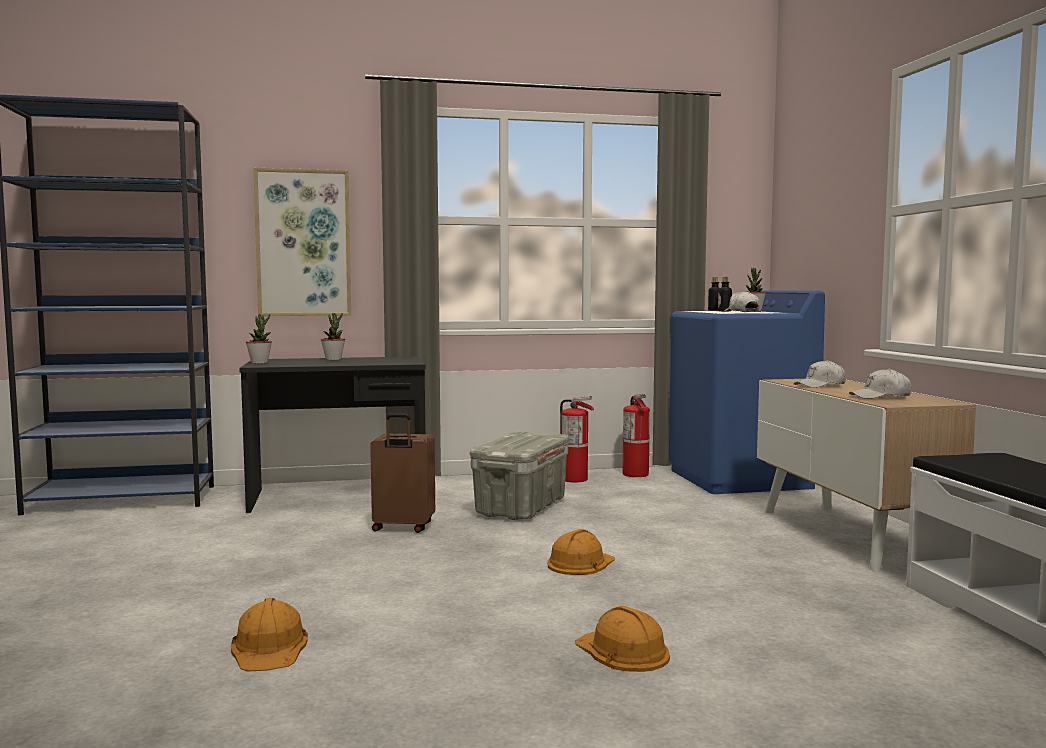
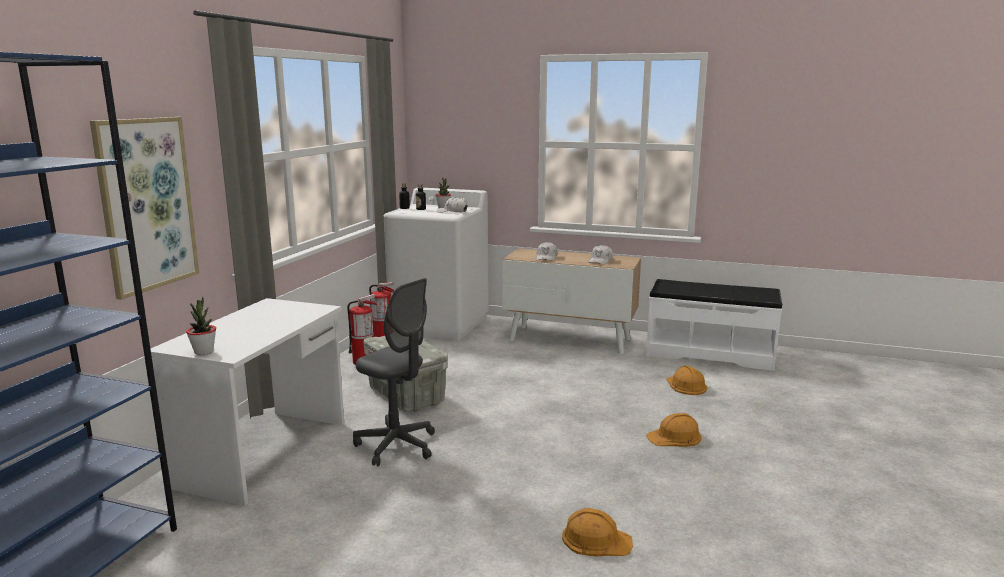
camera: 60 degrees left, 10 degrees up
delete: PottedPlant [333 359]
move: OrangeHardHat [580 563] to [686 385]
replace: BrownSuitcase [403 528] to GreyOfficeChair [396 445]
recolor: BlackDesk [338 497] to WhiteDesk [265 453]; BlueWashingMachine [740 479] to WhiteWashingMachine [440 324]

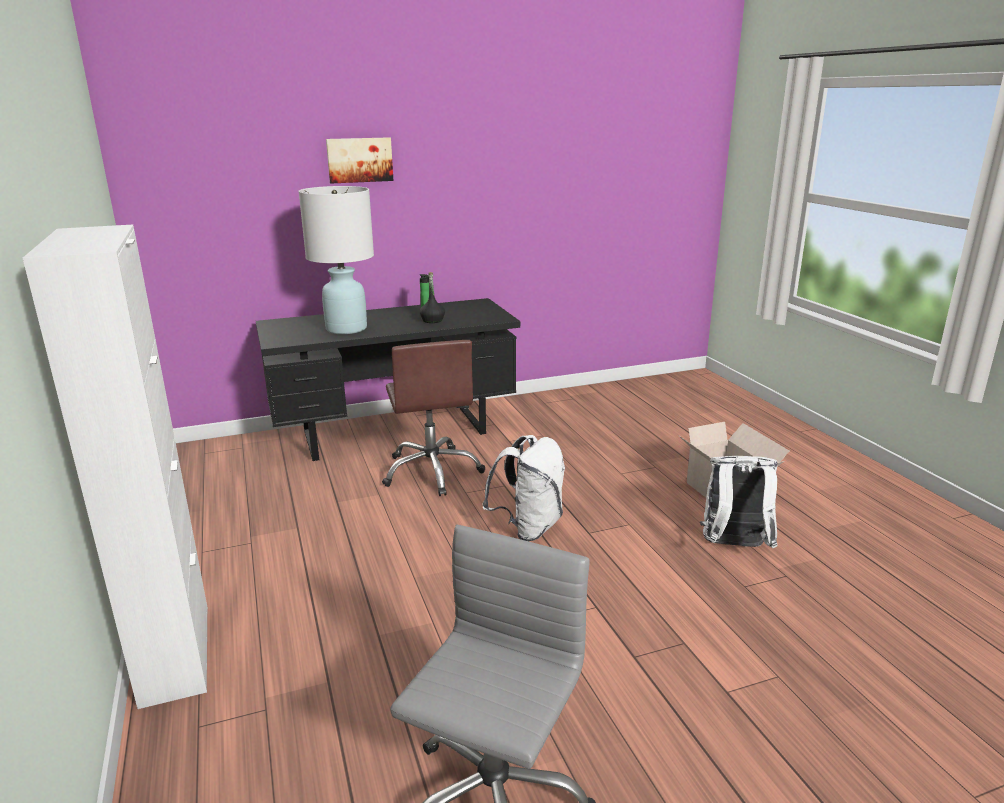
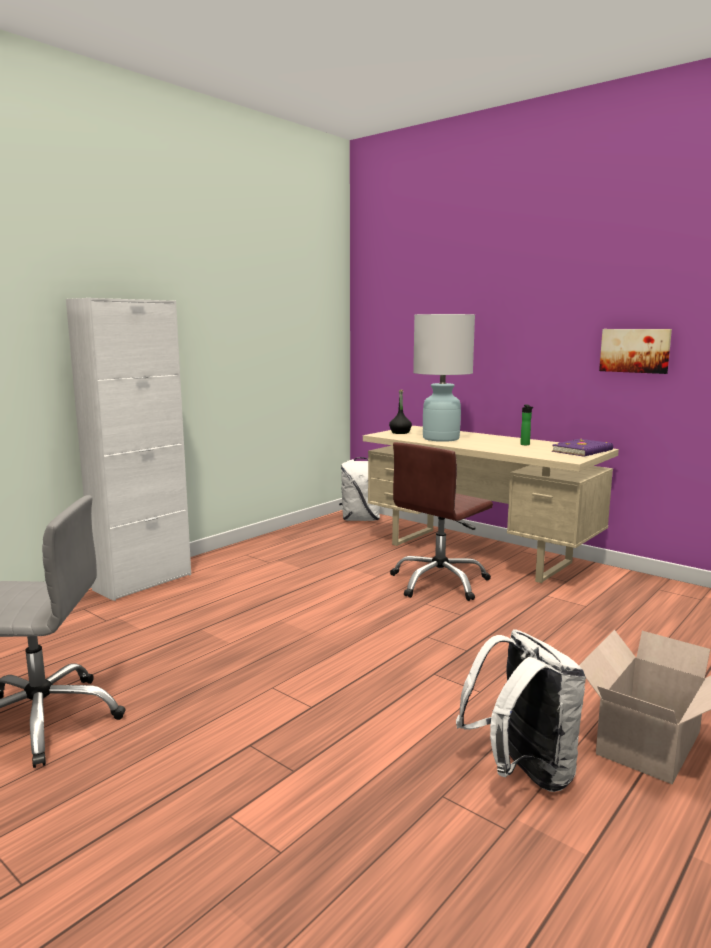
camera: 60 degrees right, 10 degrees down
insert: PurpleBook [583 451]
move: Picture [359 160] to [635 350]; BlackBottle [432 320] to [400 432]; WhiteBackpack [528 528] to [361 519]
recolor: BlackDesk [395 432] to BeigeDesk [480 553]

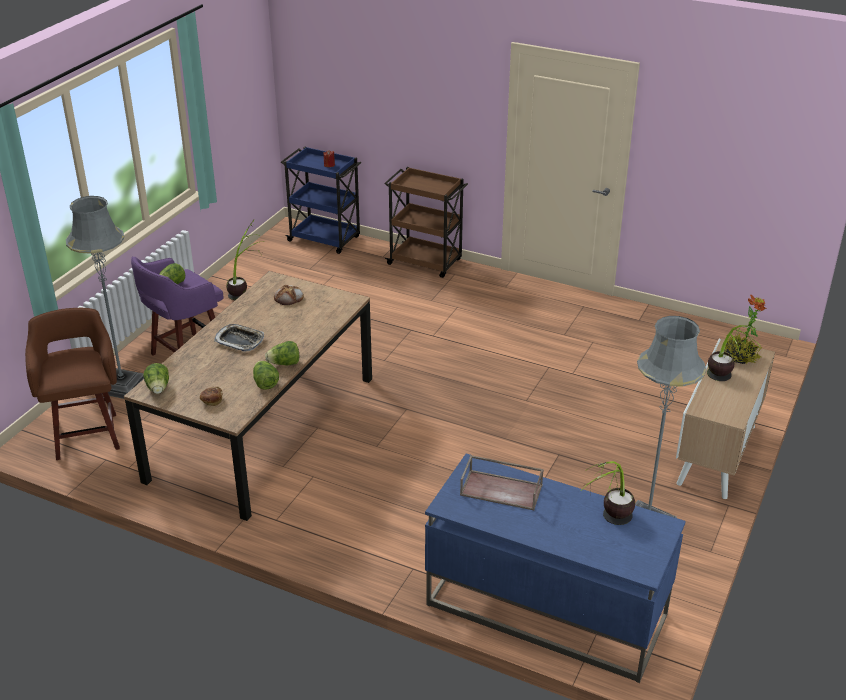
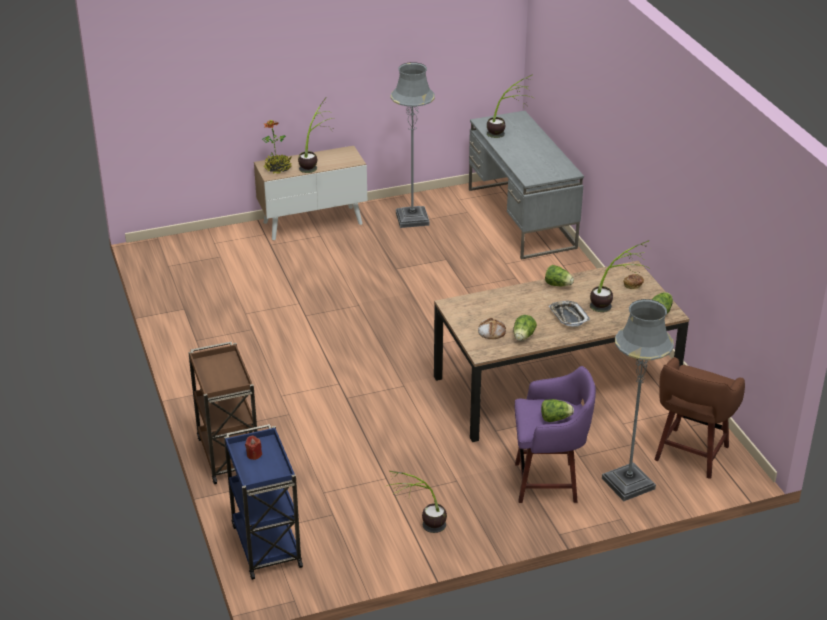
camera: 135 degrees left, 0 degrees up
delete: BrownTray [502 490]
insert: PottedPlant [614 306]
move: Lettuce [265 383] to [523 337]
recolor: BlueDesk [545 610] to GreyDesk [521 219]

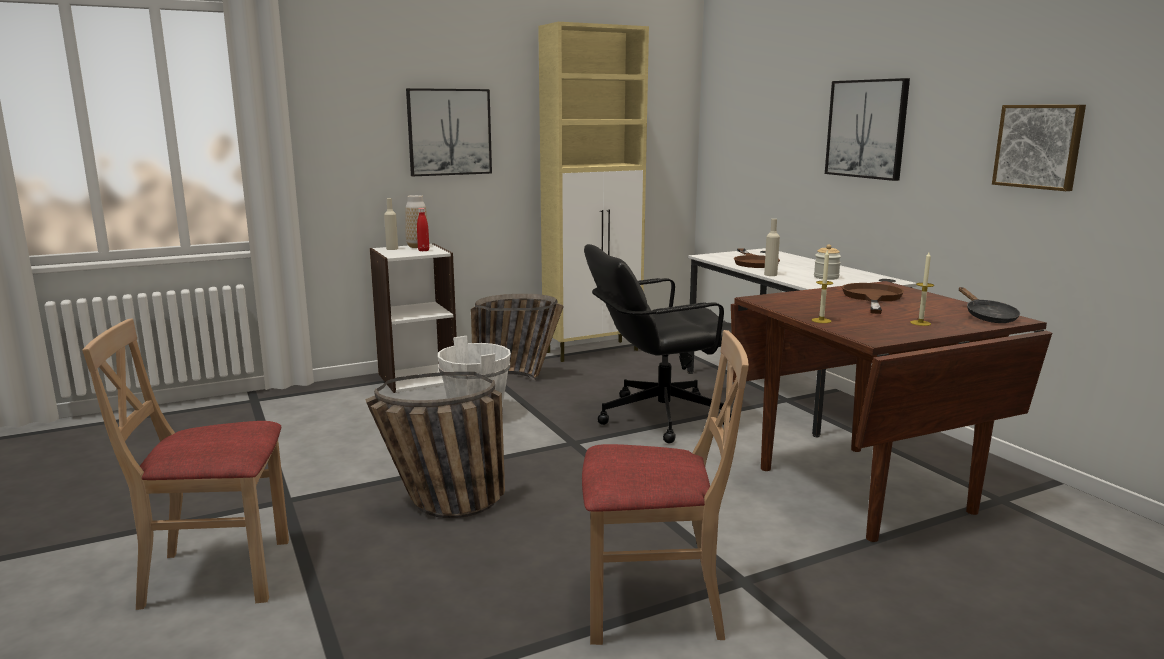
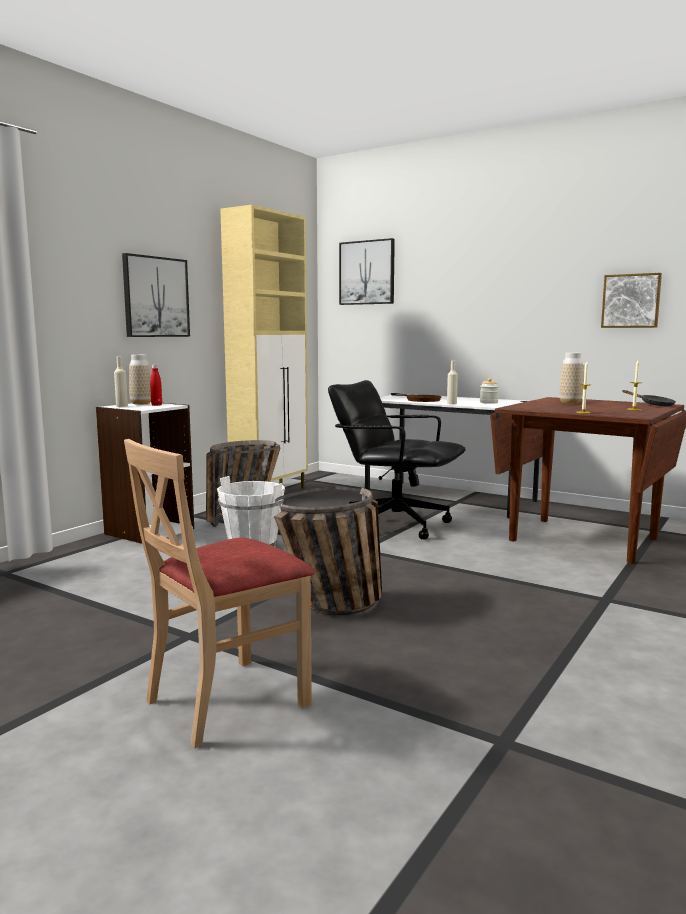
camera: 30 degrees left, 5 degrees down
delete: BeigeChair [653 606]
move: Picture [867 129] to [367 272]
replace: BrownFryingPan [872 298] to Vase [570 403]
rotate: BlackOfficeChair [661 417] = [395 524] 75 degrees clockwise

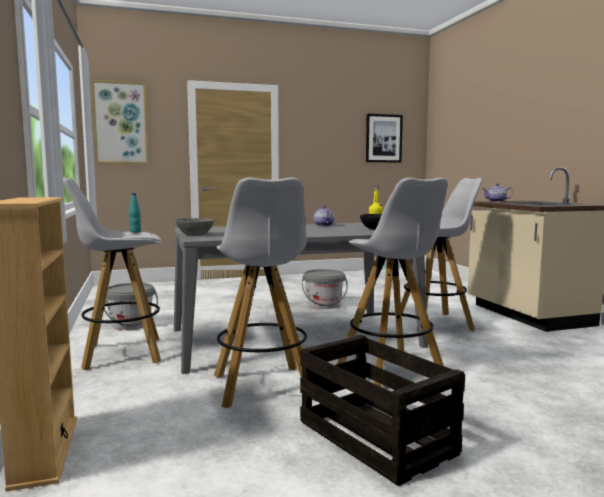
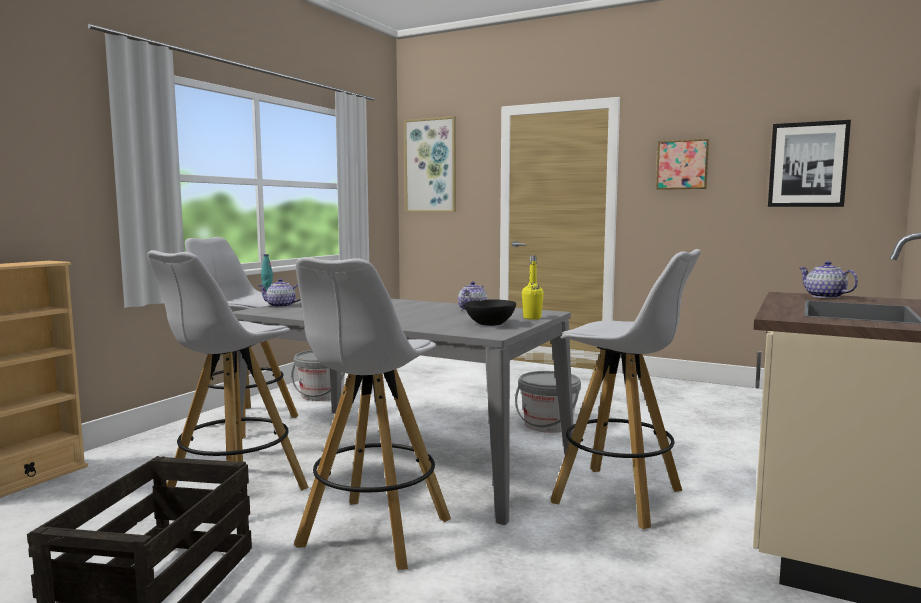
camera: 45 degrees right, 0 degrees up
insert: Picture [682 165]
replace: GreyBowl [195 235] to Teapot [281 306]

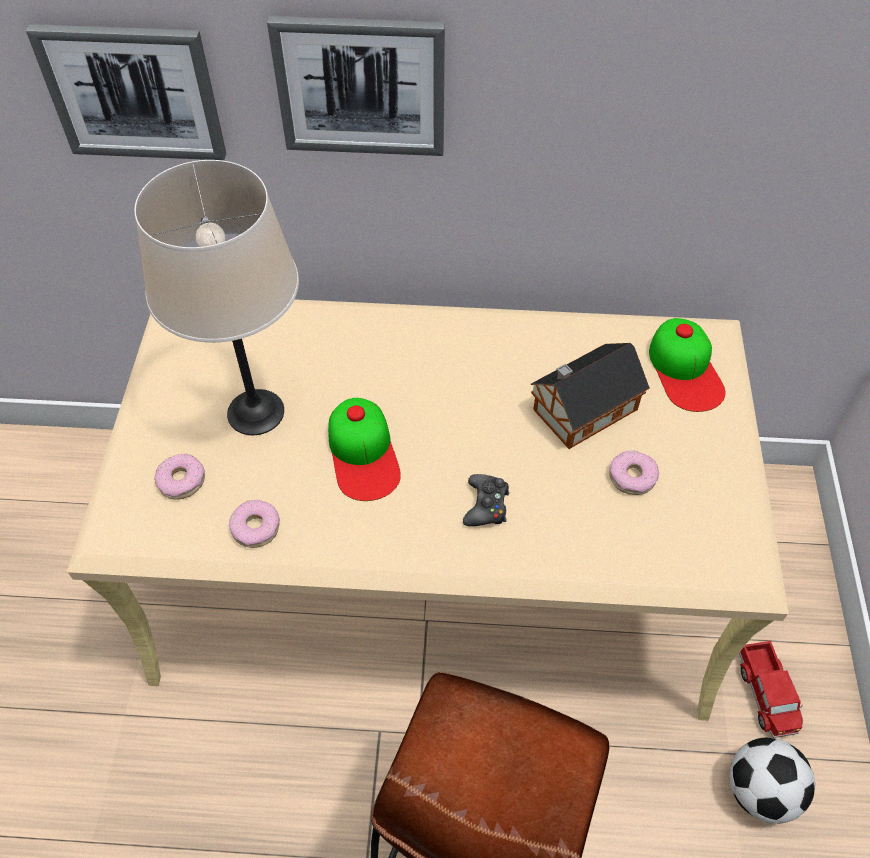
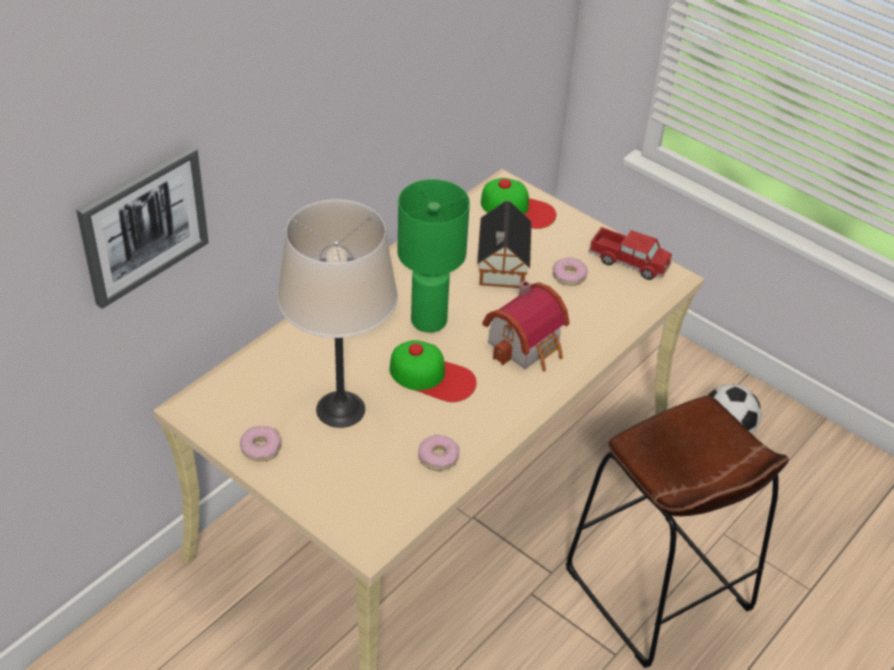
camera: 55 degrees left, 10 degrees down
delete: Picture [361 86]
insert: GreenTableLamp [429 320]
move: Donut [182 481] to [261 448]; ToyTruck [766 693] to [629 261]
replace: BlackGameController [486 505] to ToyHouse [528 345]

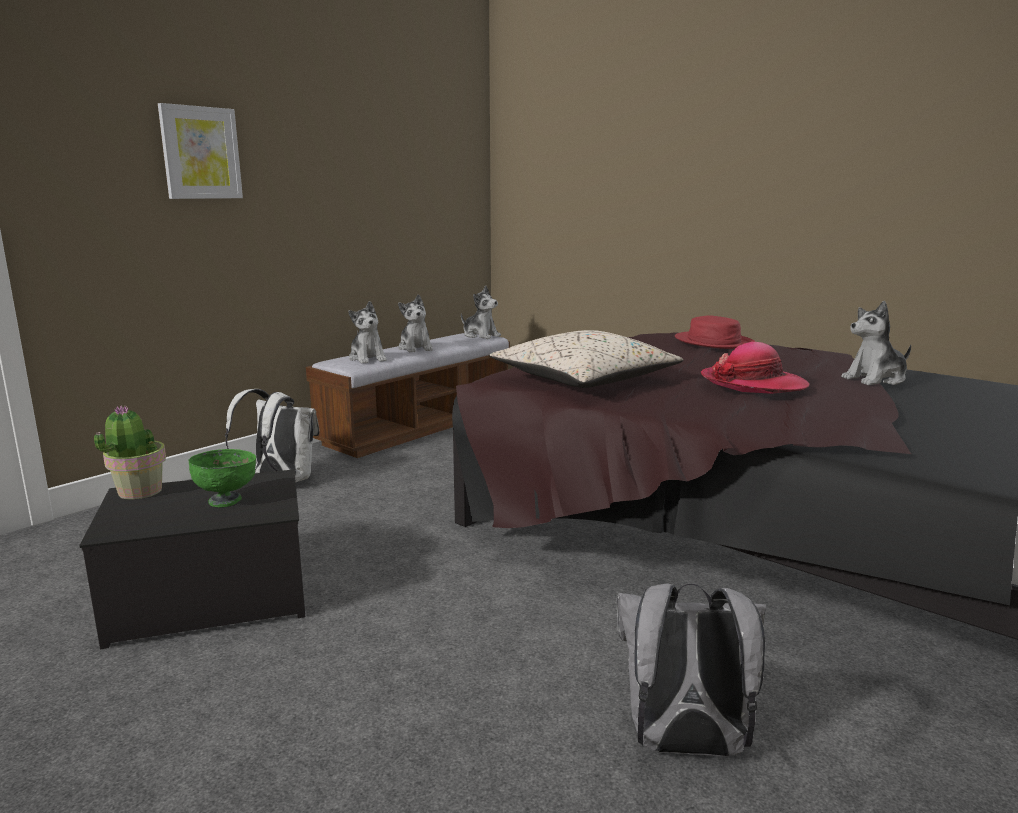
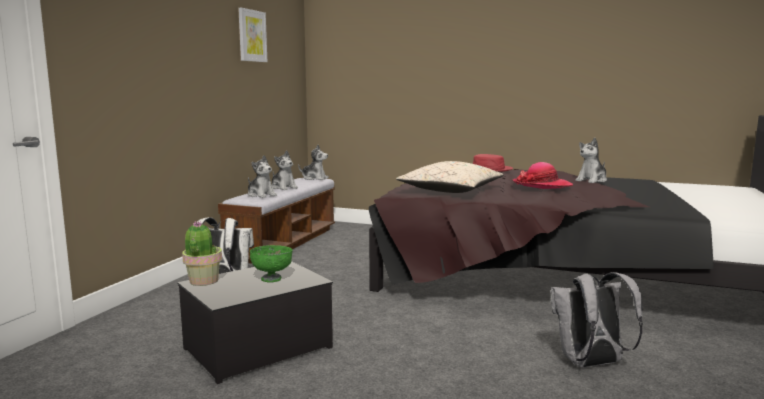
camera: 20 degrees left, 5 degrees down
move: Picture [200 153] to [252 36]

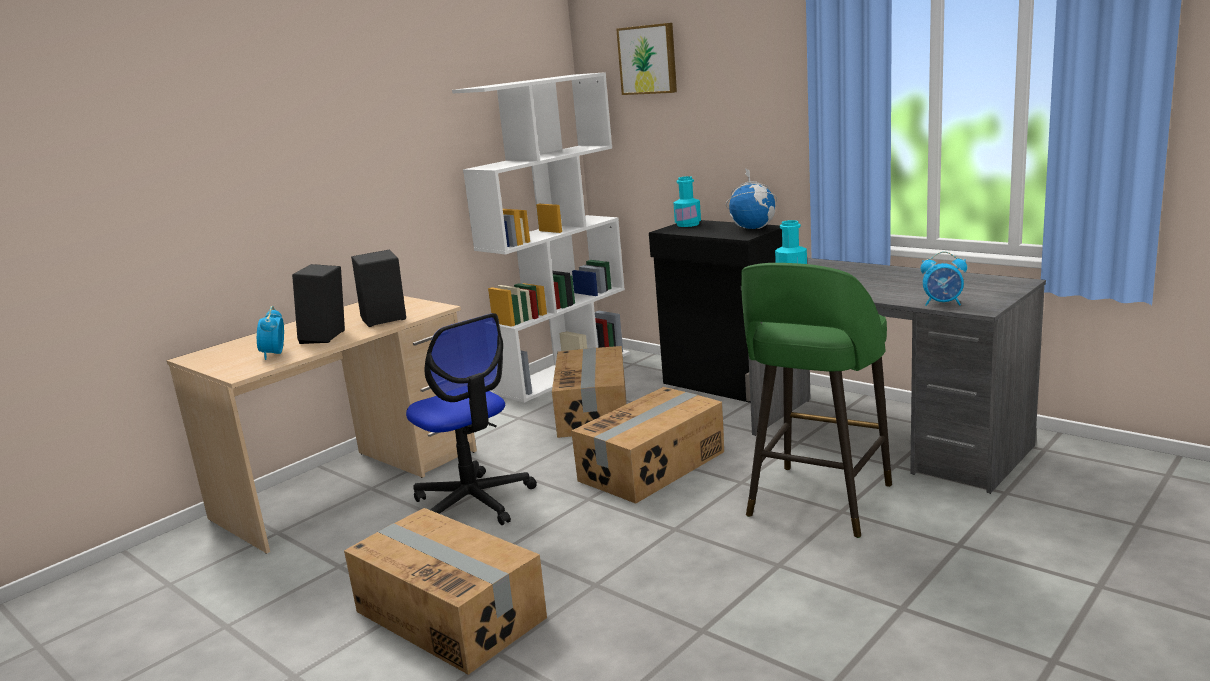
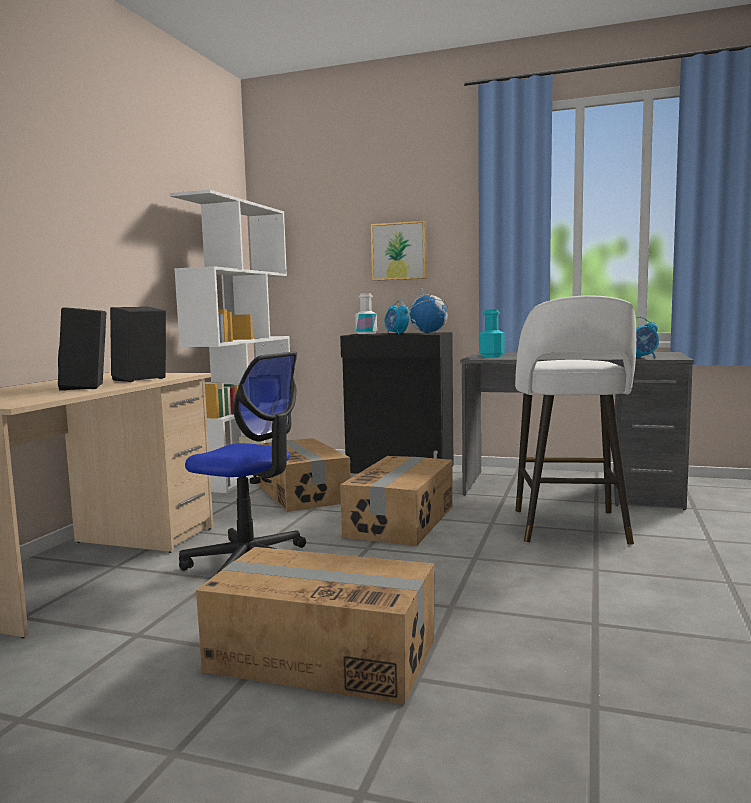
camera: 25 degrees left, 10 degrees down
move: AlarmClock [274 354] to [396 334]; Picture [648 59] to [399 251]
recolor: TurquoiseBottle [688 224] to WhiteBottle [366 333]; GreenStool [817 502] to WhiteStool [570 528]

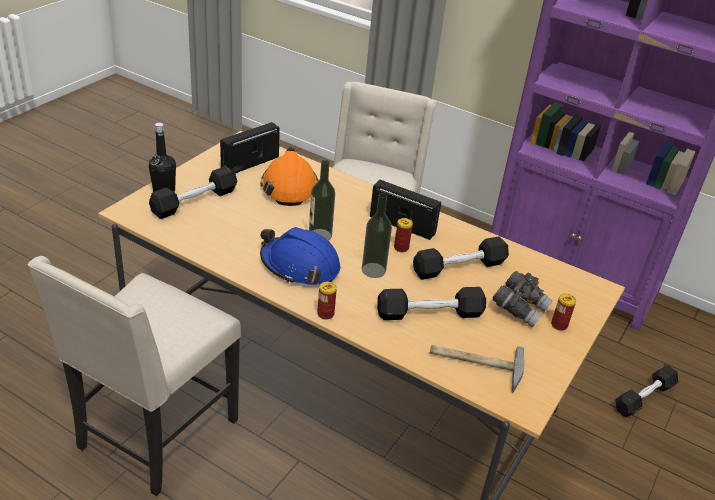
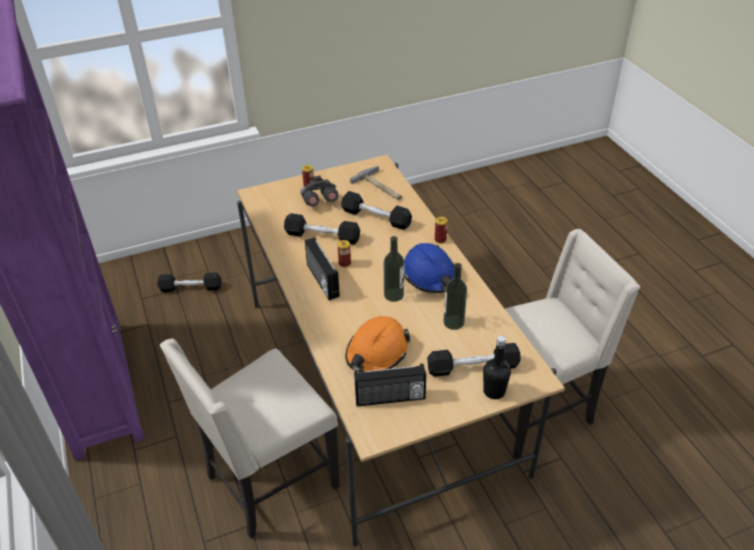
camera: 140 degrees left, 5 degrees up
move: Bottle [373 270] to [453 322]

